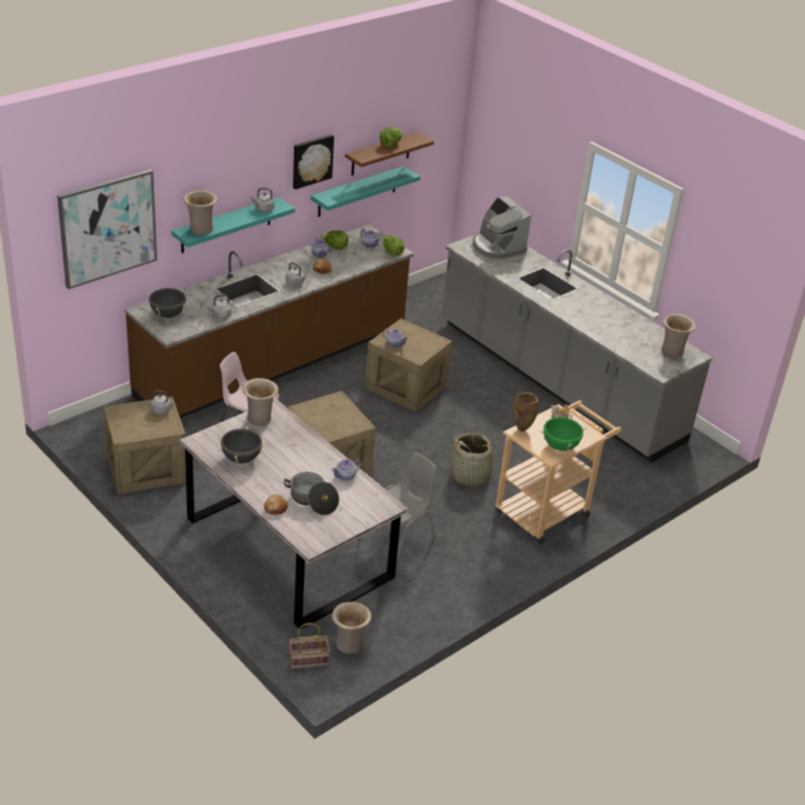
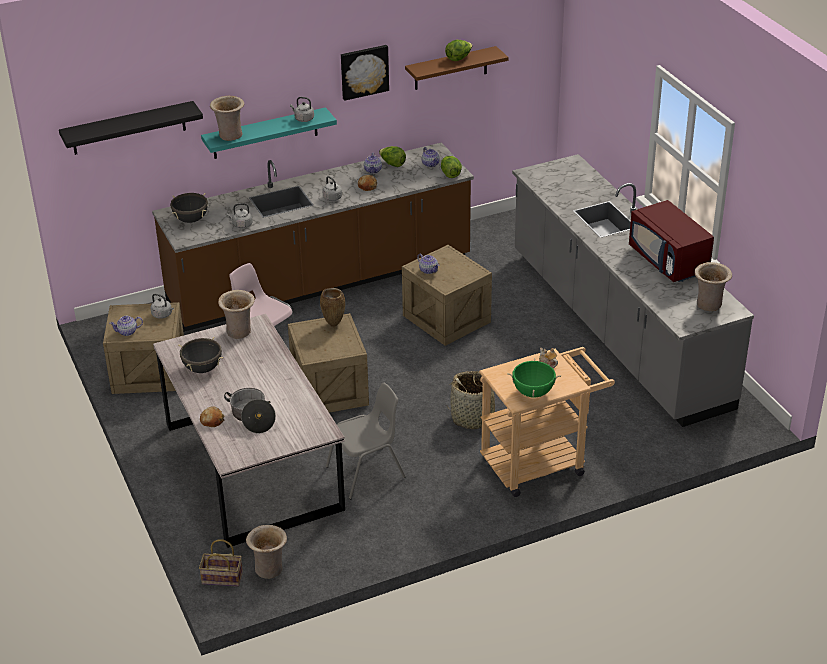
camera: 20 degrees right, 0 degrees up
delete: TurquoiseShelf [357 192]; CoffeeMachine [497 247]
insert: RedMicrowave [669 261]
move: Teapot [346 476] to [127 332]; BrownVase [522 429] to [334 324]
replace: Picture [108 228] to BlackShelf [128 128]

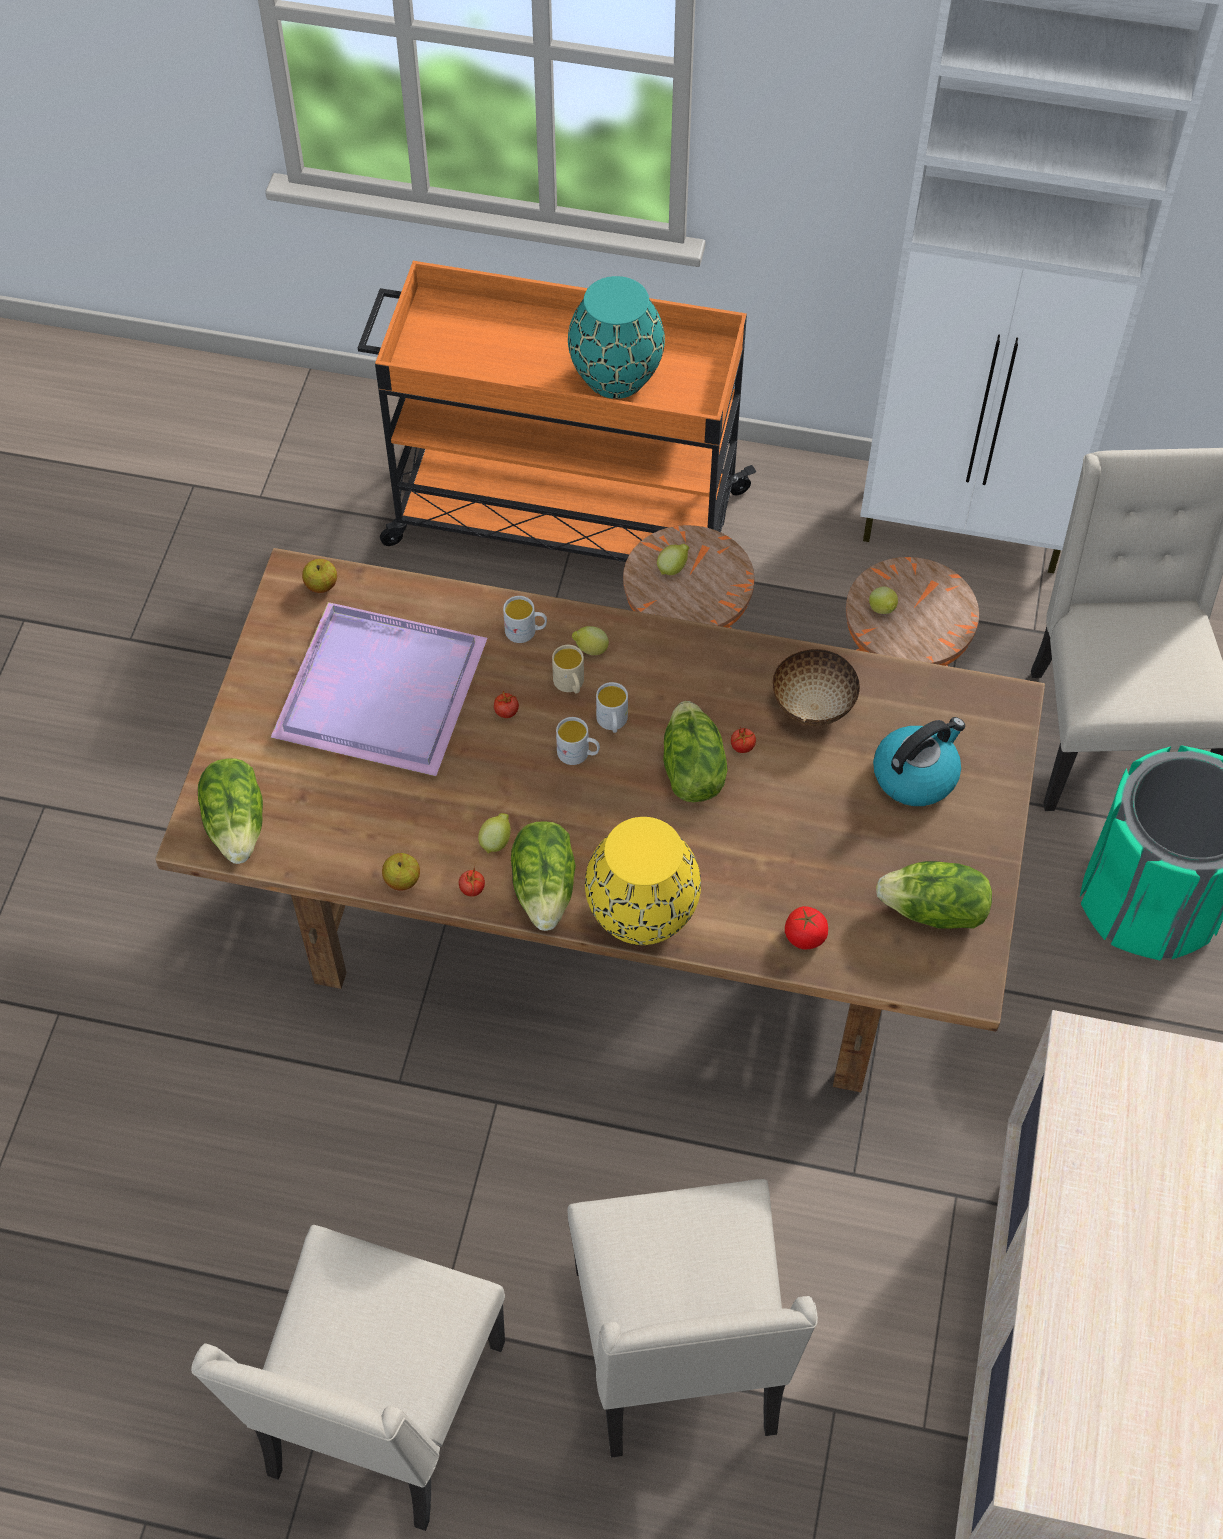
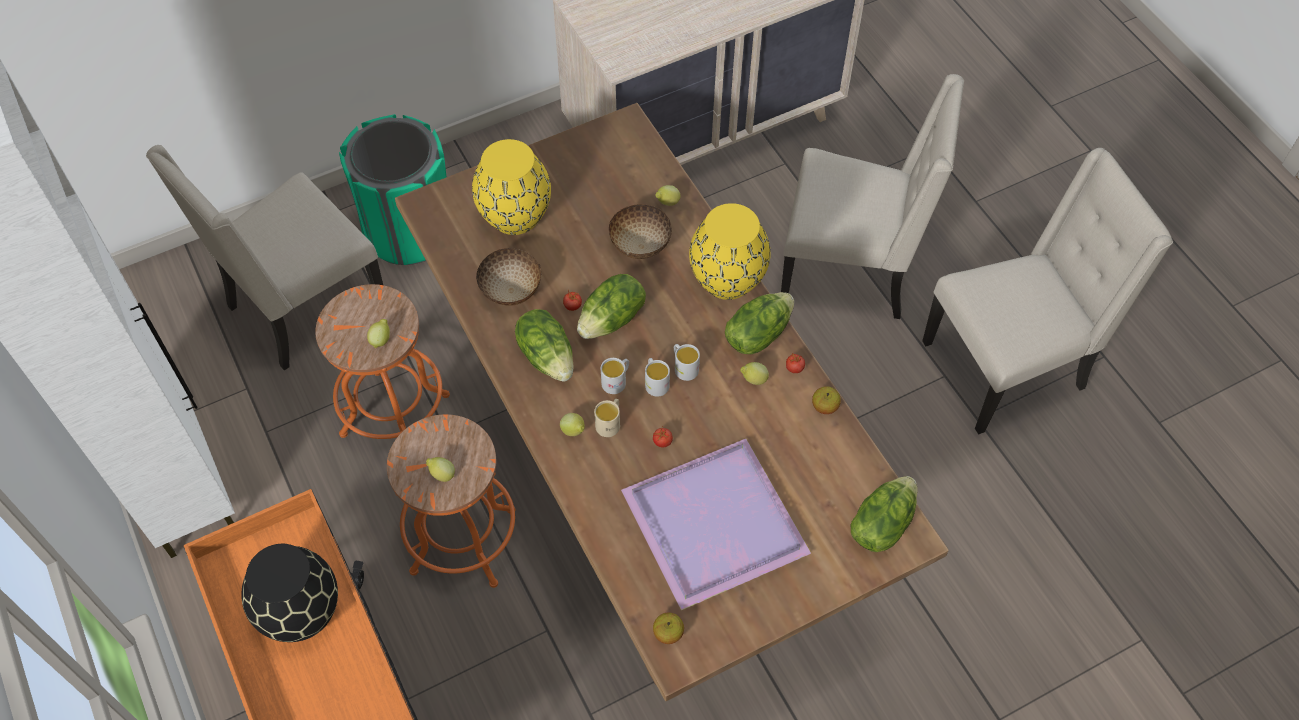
camera: 130 degrees left, 0 degrees up
insert: Bowl [640 245]
move: WhiteMug [526 631] to [684 367]; Lettuce [934 911] to [547 356]
replace: Tomato [805 936] to Lemon [667 203]; Kettle [915 774] to YellowVase [515 217]
recolor: TurquoiseVase [617 376] to BlackVase [300 612]
rotate: BeigeChair [680 1354] = [850 270] 60 degrees clockwise

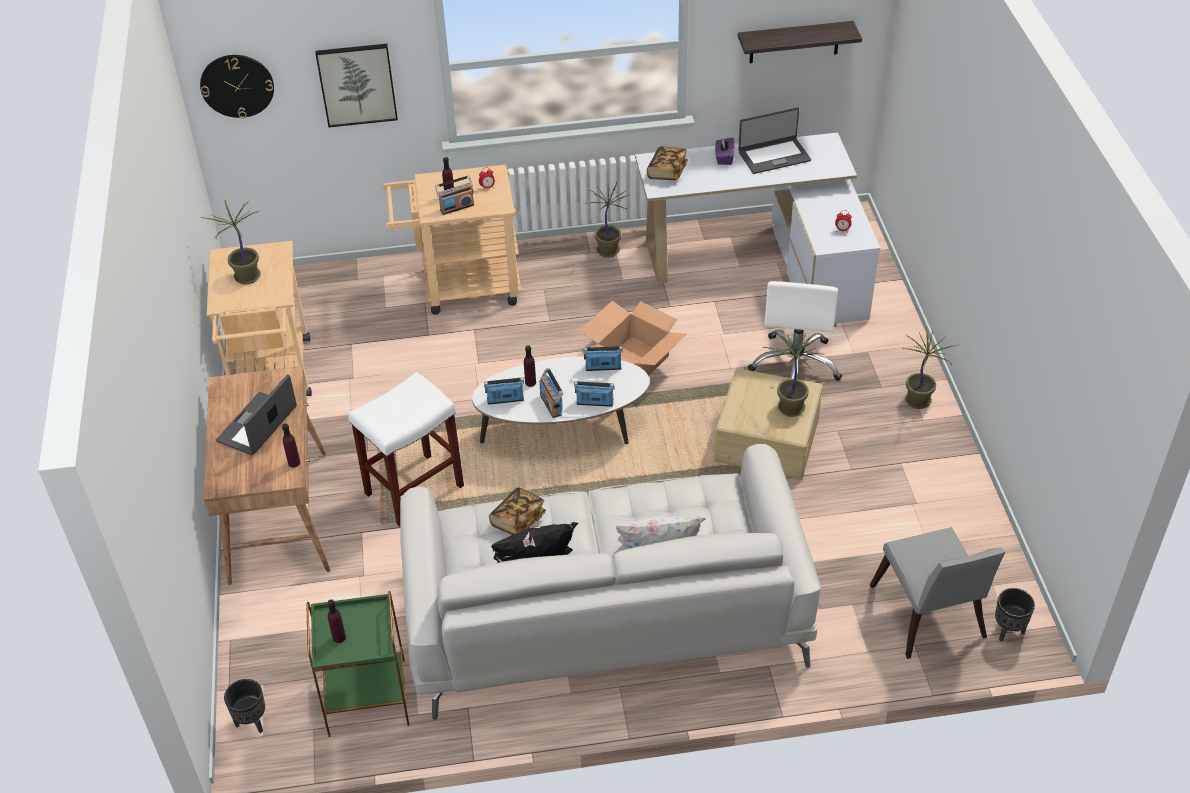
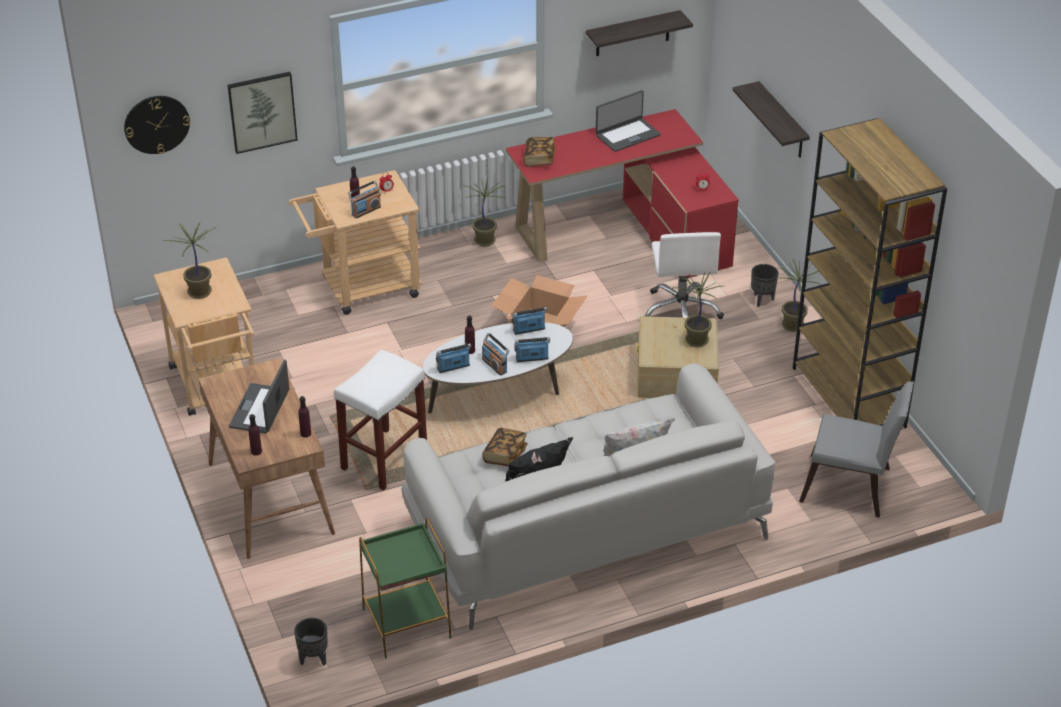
camera: 15 degrees left, 5 degrees down
delete: PurpleTissueBox [724 158]
insert: Shelf [782 122]; BrownBookcase [849 398]
move: PurpleBottle [339 637] to [256 451]; BlackPlanter [1007 631] to [762 300]
recolor: WhiteDesk [764 263] to RedDesk [627 233]
rotate: GreyChair [928 618] = [851 488] 45 degrees counterclockwise

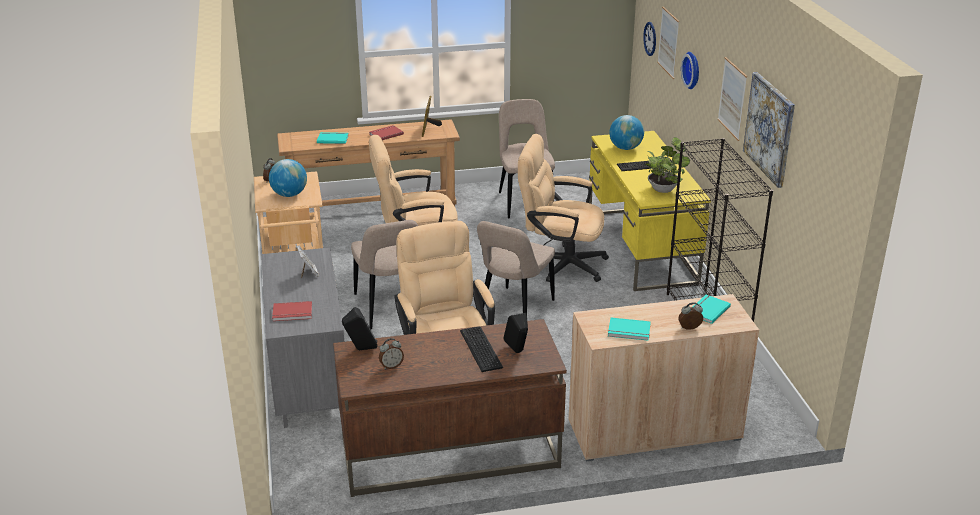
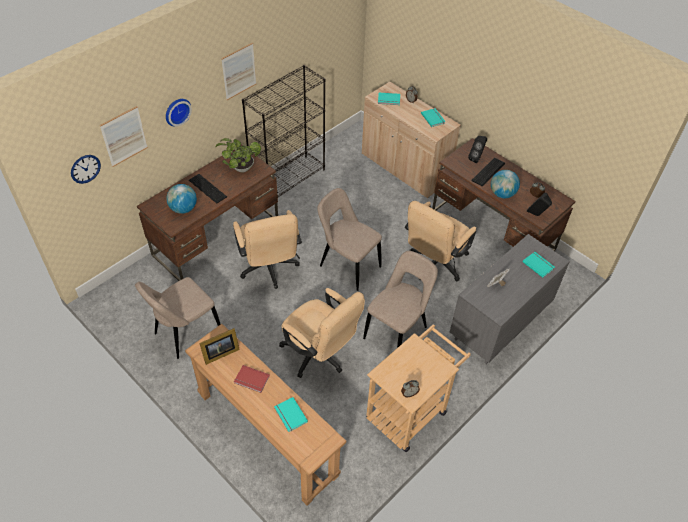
camera: 125 degrees left, 20 degrees up
delete: Picture [769 128]
move: Globe [289 194] to [502 194]
recolor: RedBook [292 313] to TurquoiseBook [538 264]; YellowDesk [641 248] to BrownDesk [217 237]
rotate: BeigeChair [514 312] = [347 265] 135 degrees counterclockwise

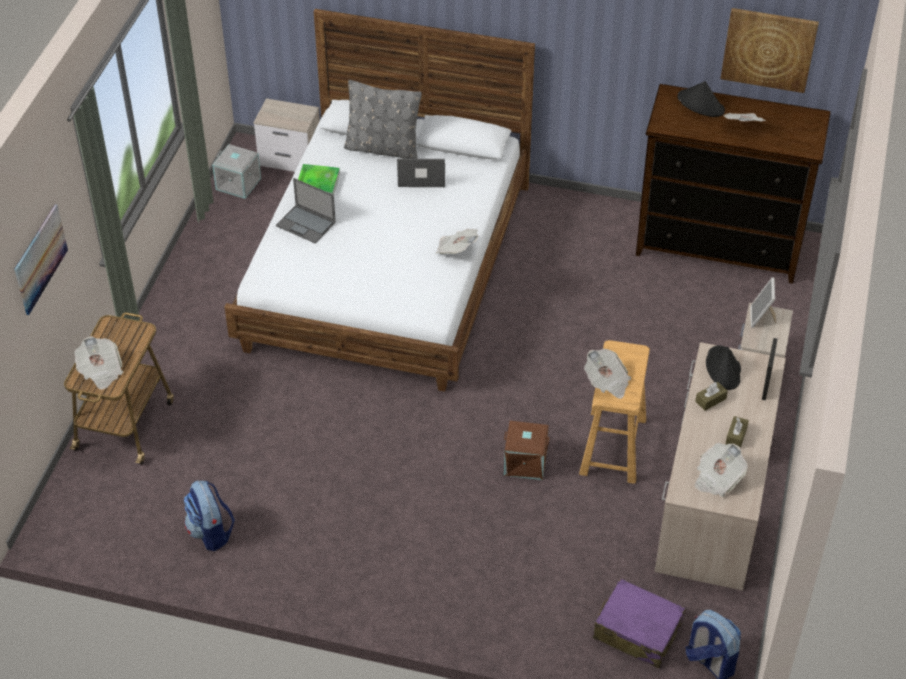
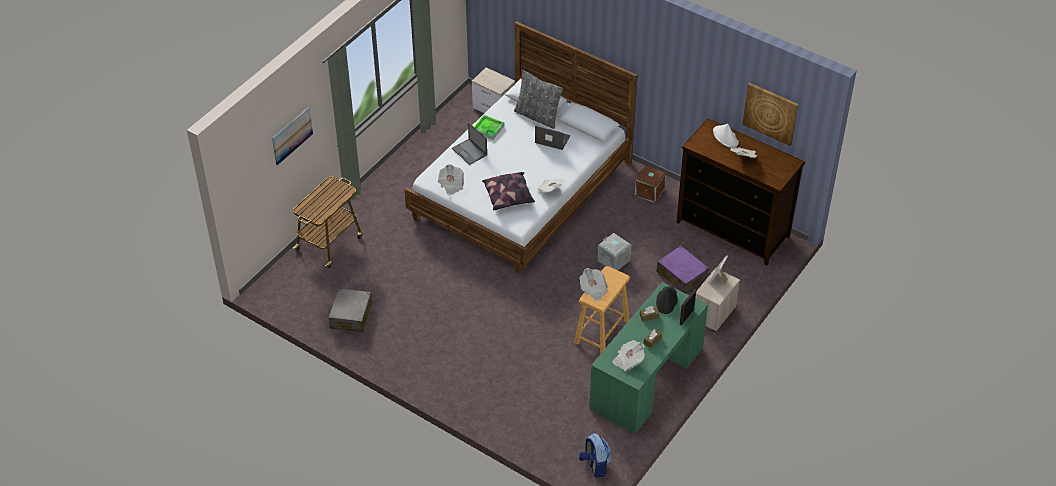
camera: 20 degrees right, 0 degrees up
insert: Pillow [508 197]
move: Newspaper [100 371] to [451 185]; GreyStorageBox [239 183] to [614 260]; BrownStorageBox [526 462] to [650 191]; PurpleSuitcase [637 631] to [681 275]
replace: Backpack [211 532] to GreySuitcase [351 316]
recolor: BeigeDesk [713 498] to GreenDesk [646 378]; BlackHat [701 104] to WhiteHat [725 137]

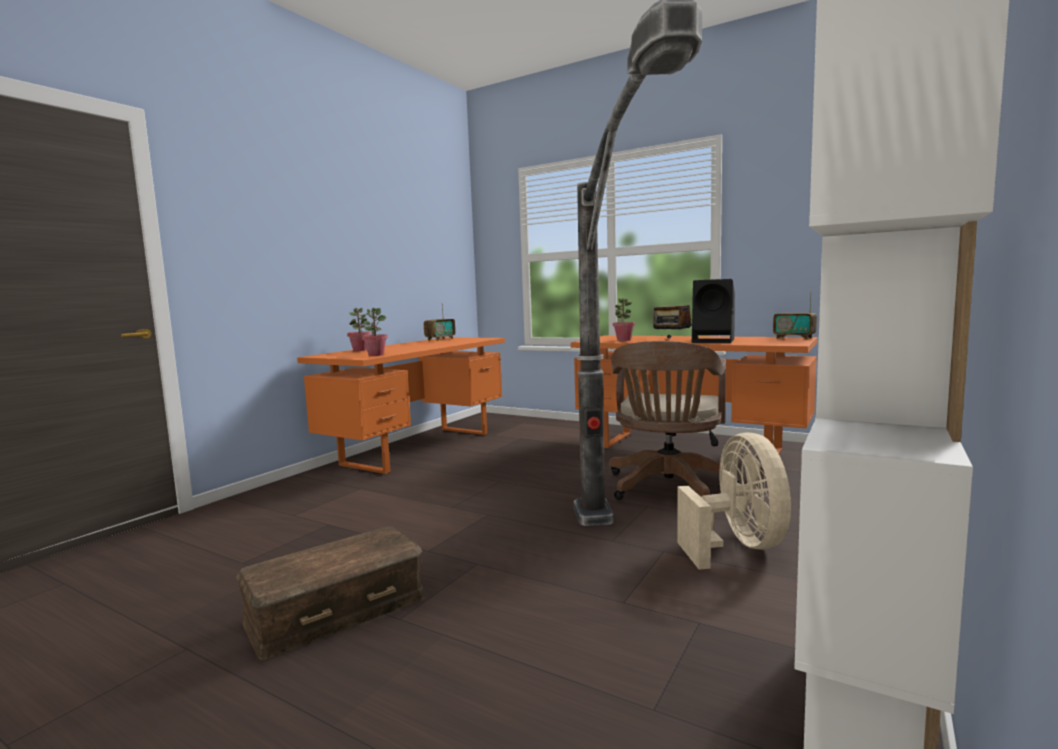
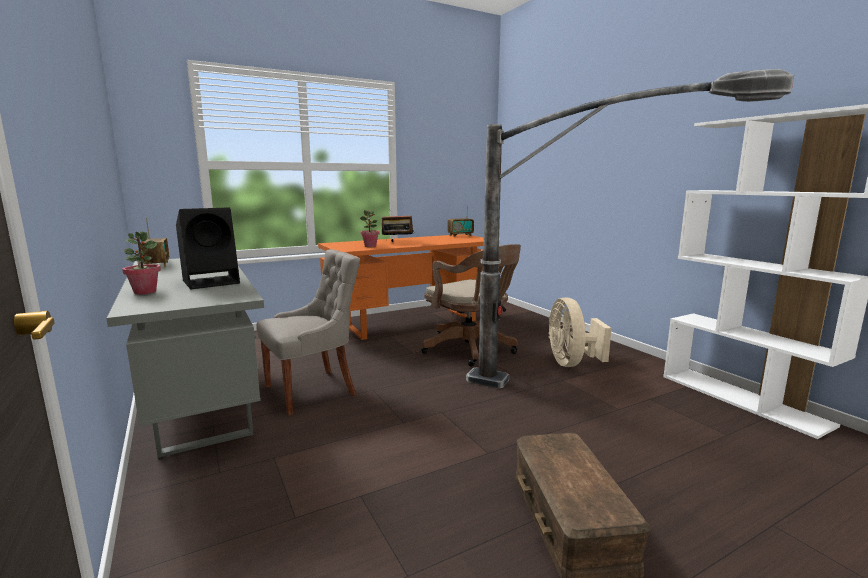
camera: 60 degrees left, 5 degrees up
delete: PottedPlant [376 355]
insert: GreyChair [313 390]
move: BlackSpeaker [714 341] to [213 282]
recolor: OrangeDesk [419 448] to GreyDesk [200 400]
rotate: BeigeFan [738 546] = [571 363] 120 degrees counterclockwise

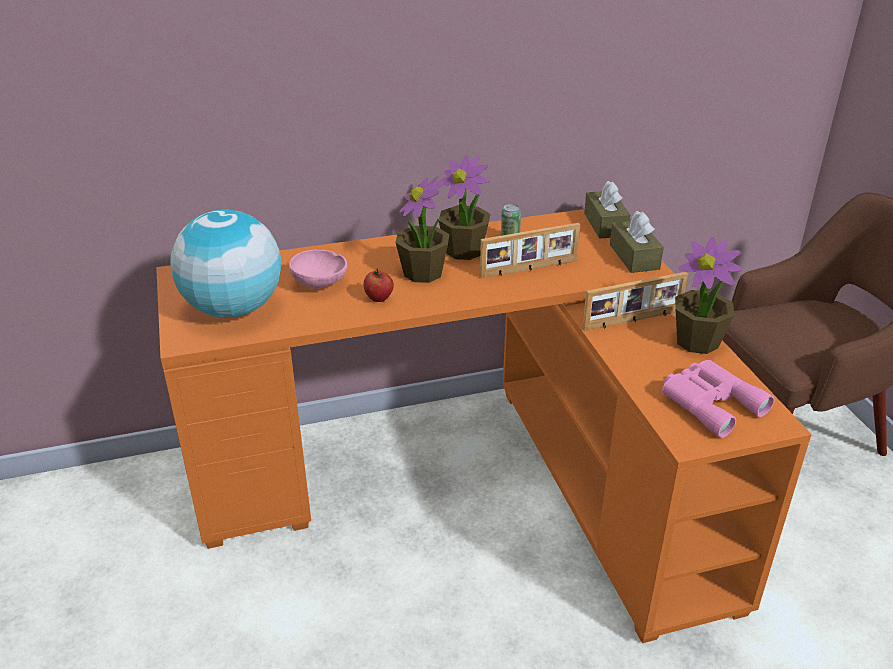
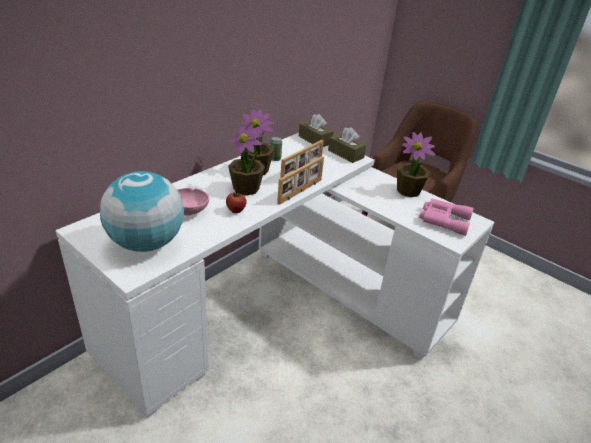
camera: 35 degrees left, 0 degrees up
move: PictureFrame [633 320] to [301 191]
recolor: OrangeDesk [475 477] to WhiteDesk [278 306]

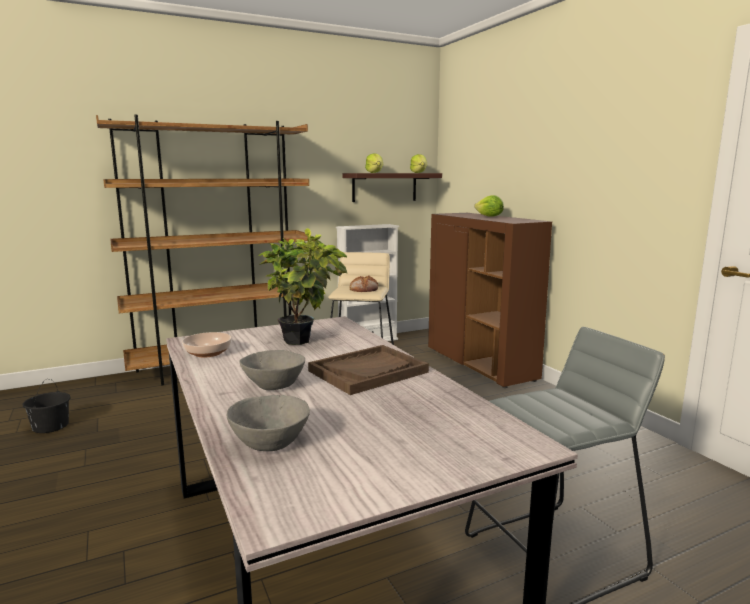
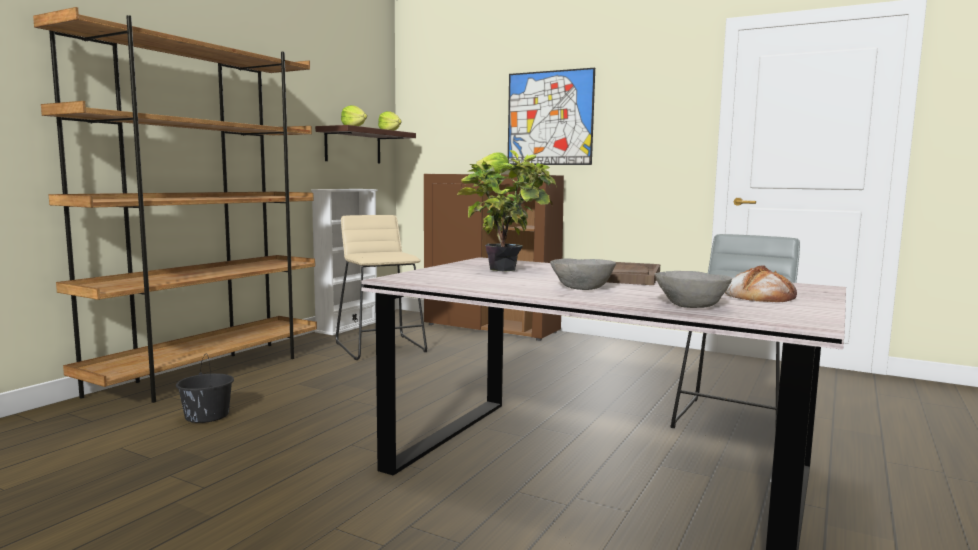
camera: 35 degrees left, 5 degrees down
delete: Bowl [207 353]
insert: Picture [549 118]
move: BlackBucket [51 426] to [207 416]; Bread [364 289] to [759 296]

